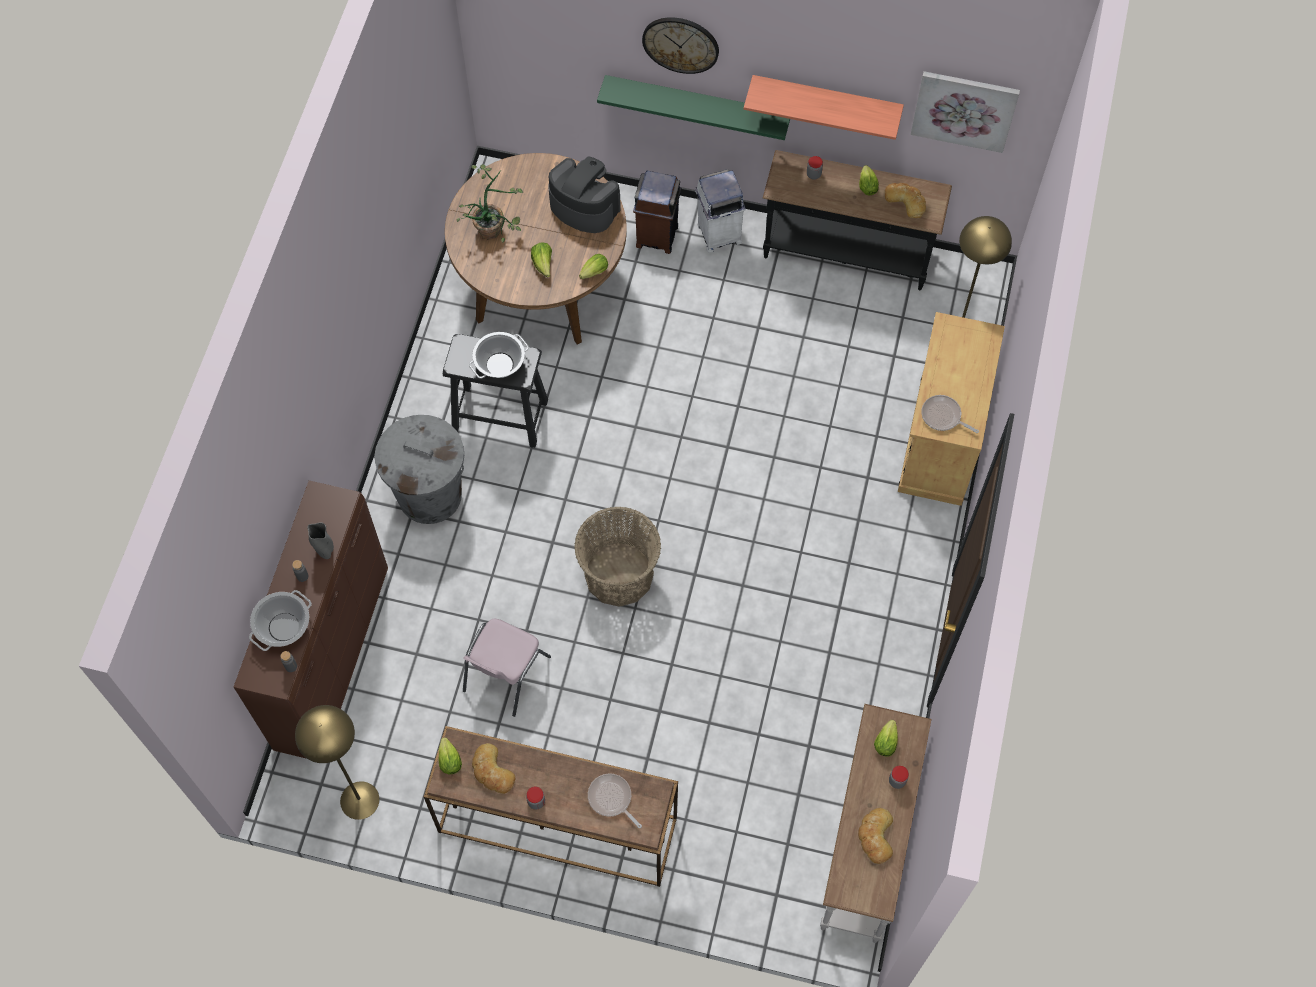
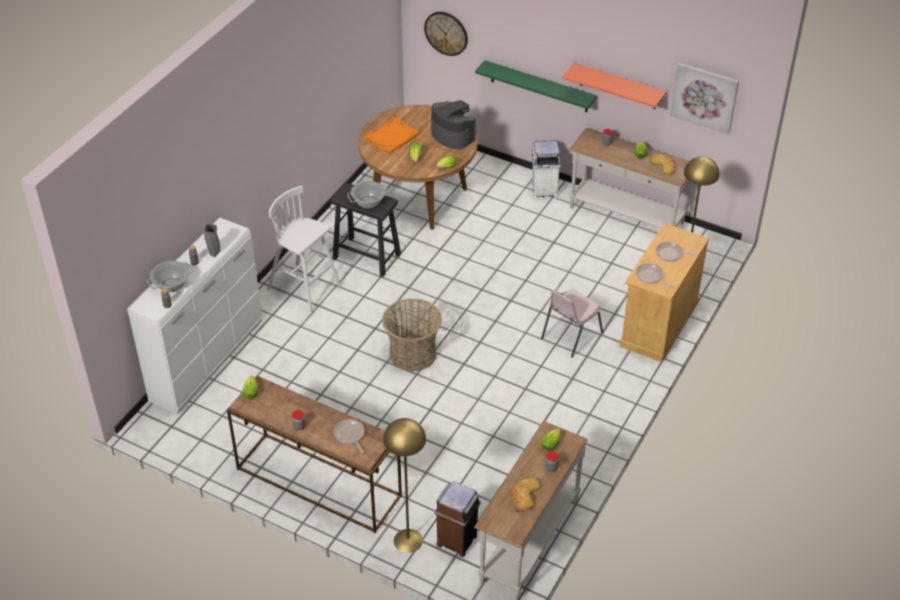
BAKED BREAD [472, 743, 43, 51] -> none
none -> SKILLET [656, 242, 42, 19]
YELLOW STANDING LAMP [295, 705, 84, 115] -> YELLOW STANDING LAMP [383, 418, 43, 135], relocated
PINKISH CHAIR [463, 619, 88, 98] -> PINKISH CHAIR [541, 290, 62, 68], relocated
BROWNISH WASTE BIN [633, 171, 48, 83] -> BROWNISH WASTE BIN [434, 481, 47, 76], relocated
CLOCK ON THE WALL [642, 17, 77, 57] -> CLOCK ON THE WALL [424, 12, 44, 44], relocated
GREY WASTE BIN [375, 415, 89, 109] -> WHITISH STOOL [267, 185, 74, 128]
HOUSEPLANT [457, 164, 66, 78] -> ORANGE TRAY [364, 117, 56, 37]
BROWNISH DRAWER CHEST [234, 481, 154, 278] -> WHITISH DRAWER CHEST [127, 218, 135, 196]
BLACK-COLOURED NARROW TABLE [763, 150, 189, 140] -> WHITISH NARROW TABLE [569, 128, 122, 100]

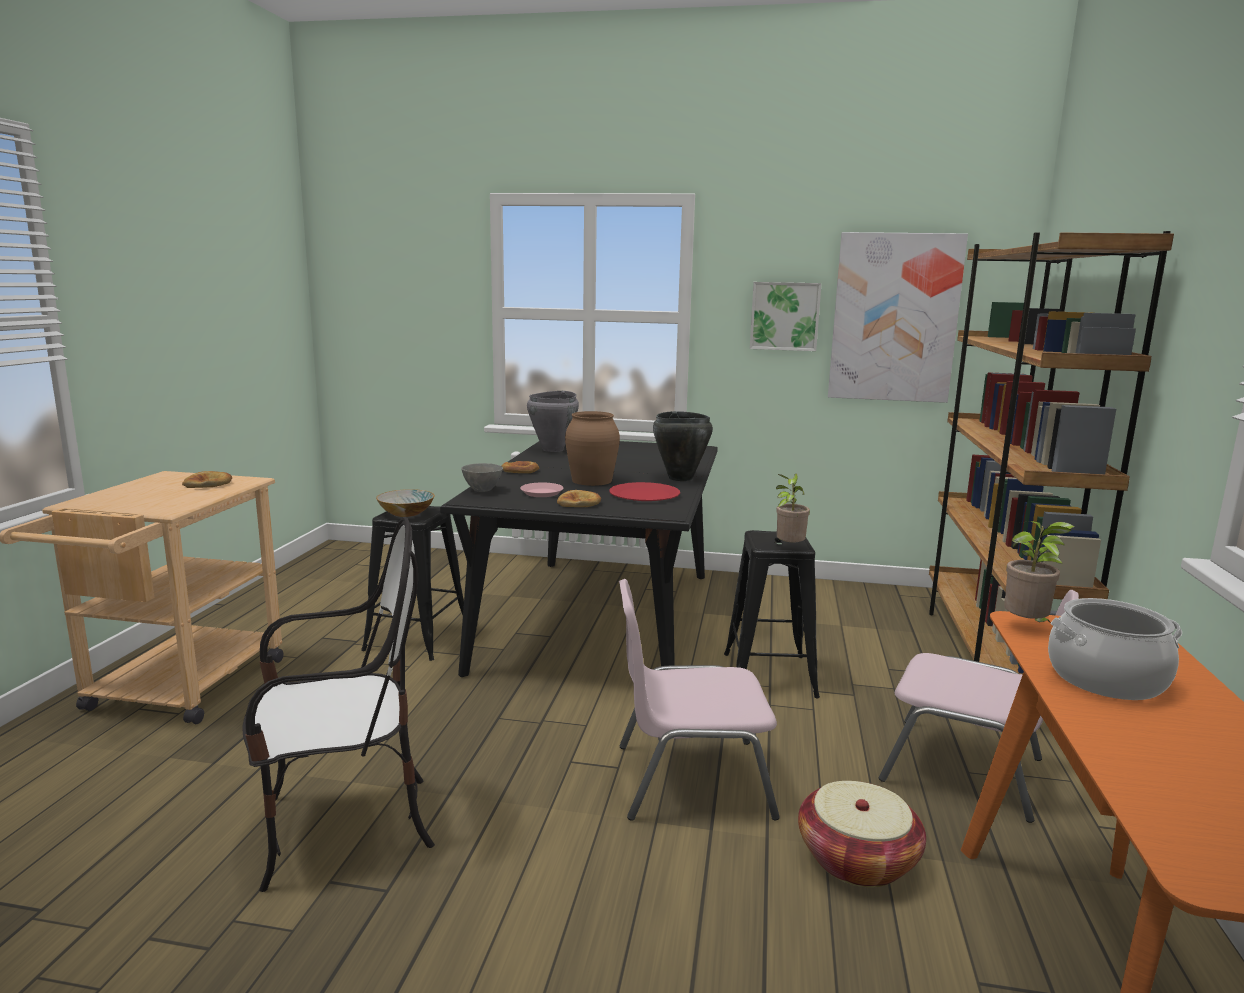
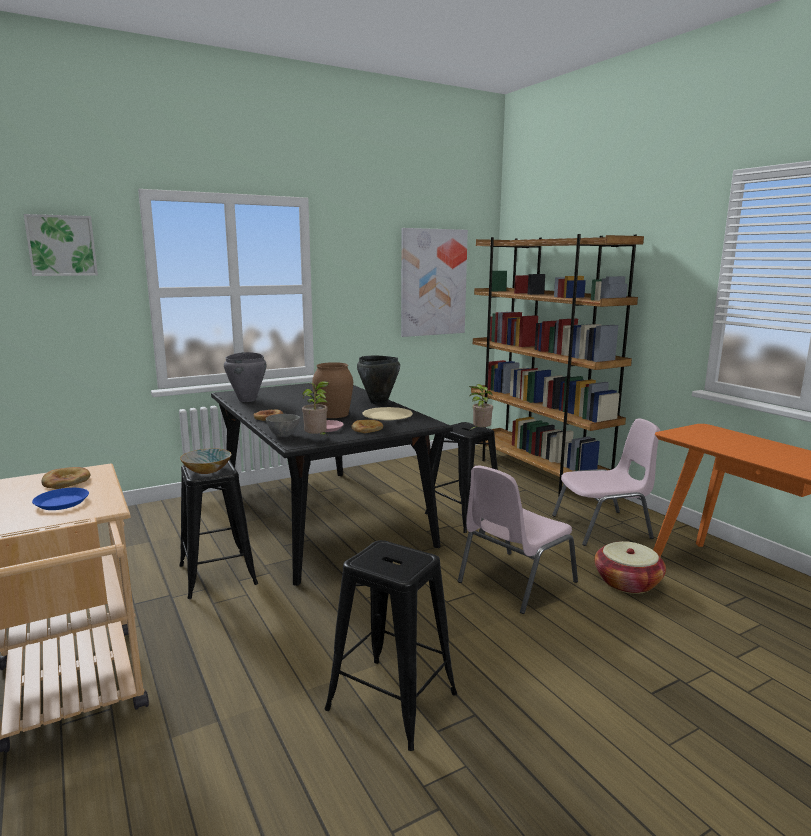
STOCKPOT [1048, 598, 134, 102] -> none
none -> BLUISH PLATE [32, 488, 57, 22]
WALL ART [750, 282, 72, 69] -> WALL ART [24, 214, 74, 62], relocated
HOUSEPLANT [1004, 521, 70, 102] -> HOUSEPLANT [302, 381, 27, 54], relocated
CHAIR [242, 517, 193, 375] -> BLACK-COLOURED STOOL [324, 540, 133, 211]
RED PLATE [609, 482, 71, 19] -> BEIGE PLATE [363, 407, 50, 13]

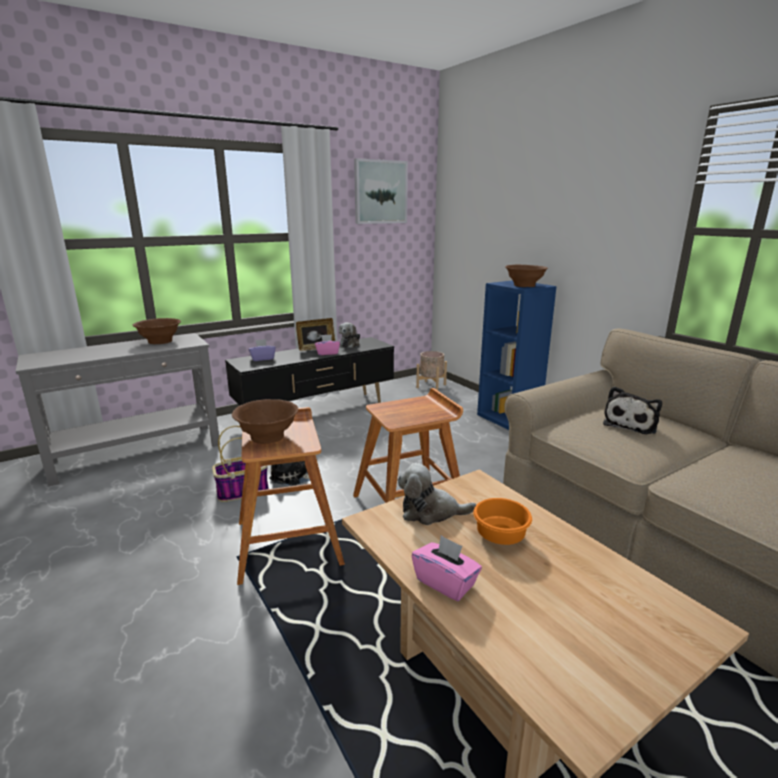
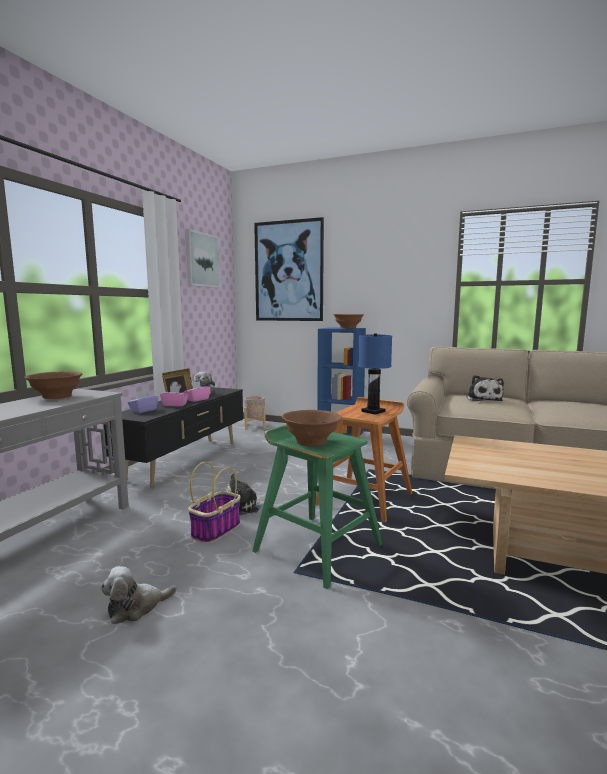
ORANGE BOWL [473, 498, 59, 47] -> none
none -> WALL ART [254, 217, 70, 104]
none -> BLUISH TABLE LAMP [358, 333, 34, 82]
PLUSH TOY [398, 463, 79, 62] -> PLUSH TOY [101, 566, 76, 58], relocated
PINKISH BOX OF TISSUES [412, 535, 70, 66] -> PINKISH BOX OF TISSUES [160, 386, 28, 21], relocated
BROWNISH STOOL [237, 407, 108, 178] -> GREEN STOOL [252, 425, 130, 164]

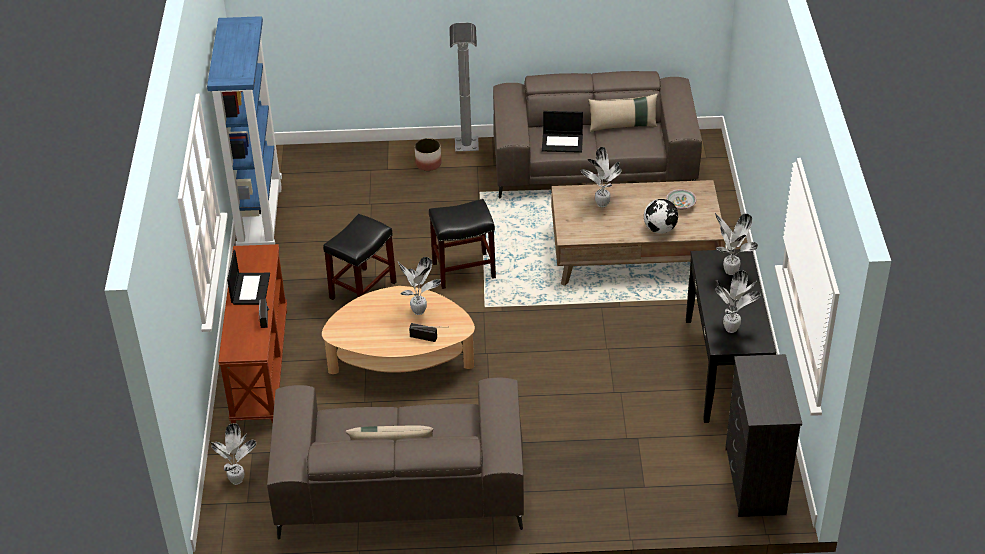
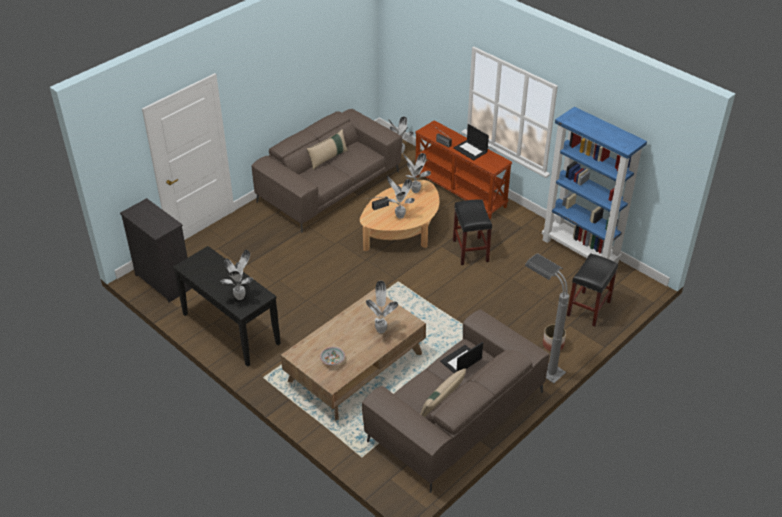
WORLD GLOBE [644, 199, 34, 35] -> none
BLACK-COLOURED STOOL [429, 199, 67, 90] -> BLACK-COLOURED STOOL [567, 253, 51, 74], relocated
HOUSEPLANT [715, 270, 45, 63] -> HOUSEPLANT [403, 153, 28, 40], relocated

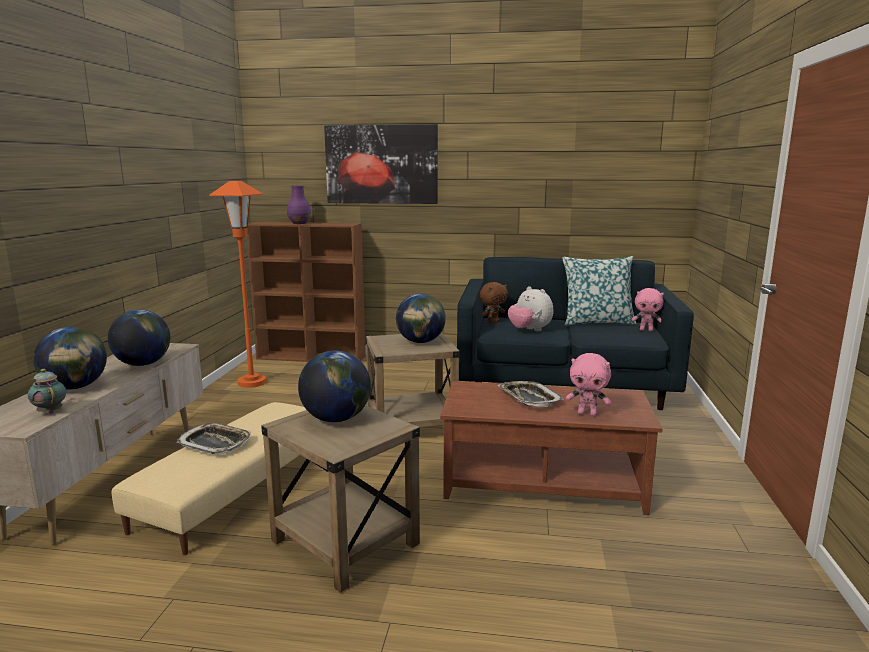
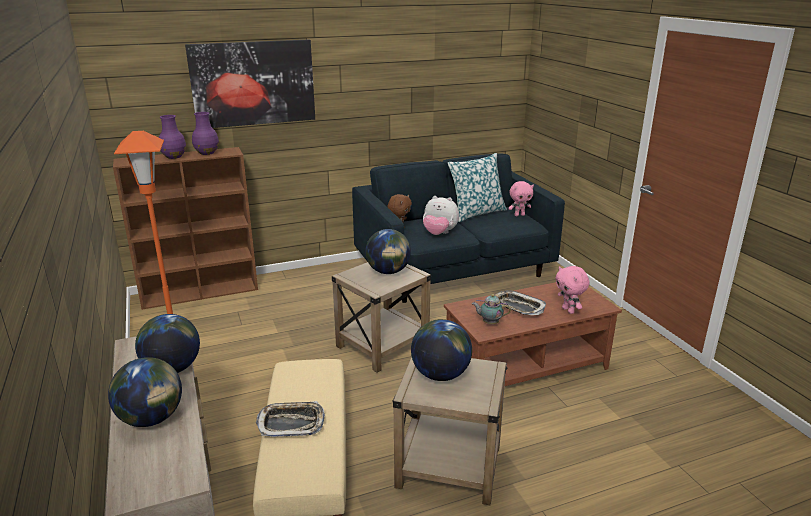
none -> PURPLE-COLOURED VASE [192, 112, 27, 43]
POT FOR TEA [28, 369, 38, 45] -> POT FOR TEA [472, 294, 39, 30], relocated
PINKISH PLUSH TOY [566, 353, 45, 63] -> PINKISH PLUSH TOY [555, 266, 34, 48], 75 degrees clockwise

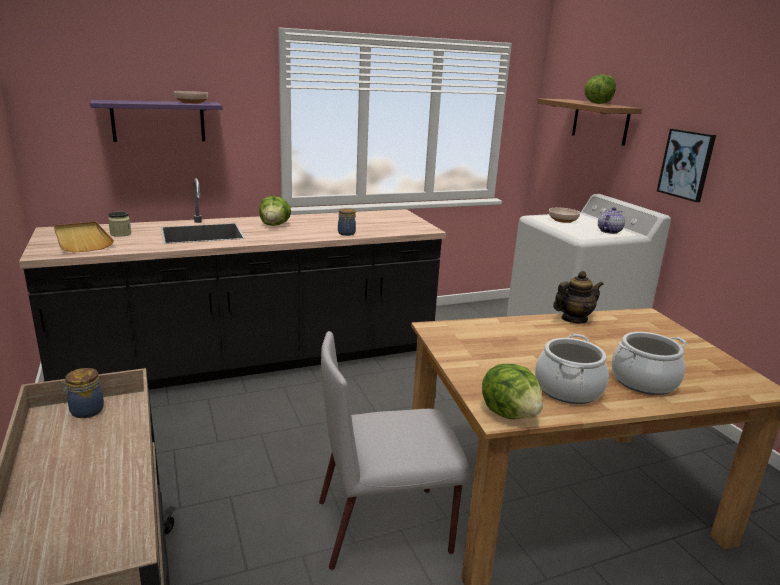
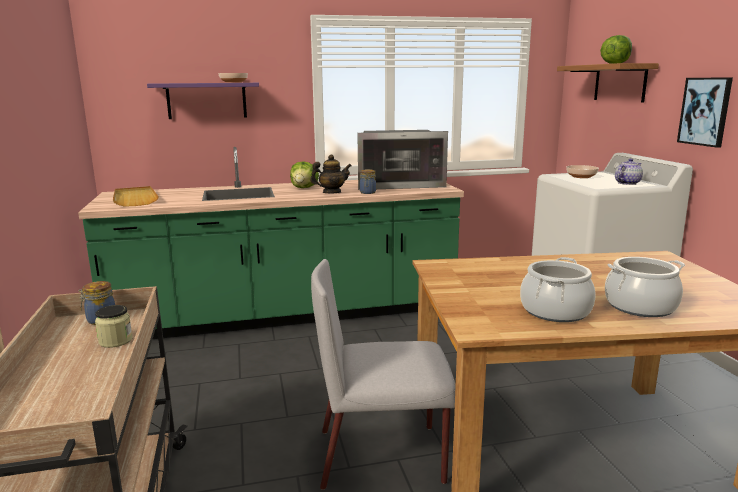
HEAD OF LETTUCE [482, 364, 61, 55] -> none
none -> KITCHEN MICROWAVE [357, 130, 91, 60]
JAR [108, 211, 24, 26] -> JAR [95, 305, 38, 43], relocated
POT FOR TEA [553, 271, 51, 53] -> POT FOR TEA [310, 154, 41, 39], relocated
BLACK-COLOURED KITCHEN BASE UNIT [19, 178, 427, 212] -> GREEN KITCHEN BASE UNIT [78, 147, 386, 192]

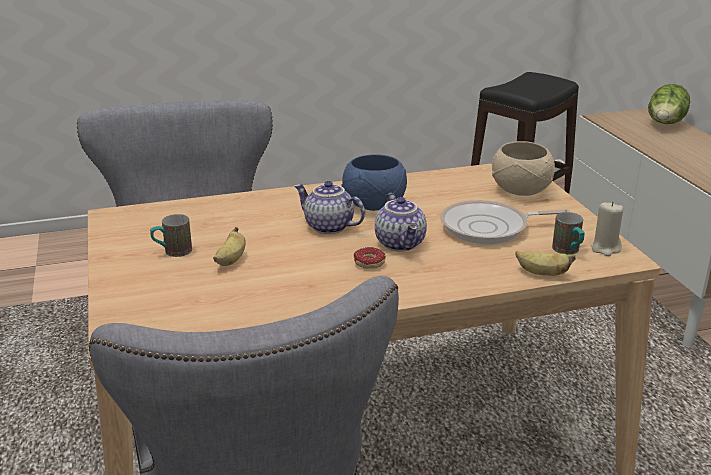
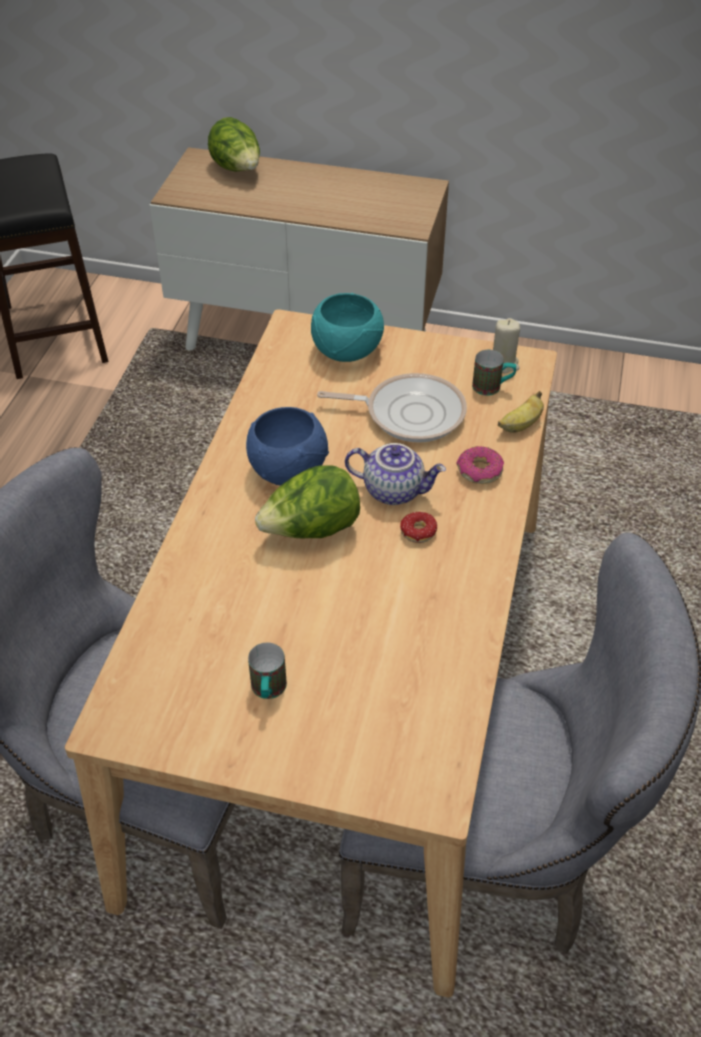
BANANA FRUIT [213, 227, 32, 39] -> none
none -> RING DOUGHNUT [456, 446, 48, 38]
POT FOR TEA [294, 181, 71, 53] -> HEAD OF LETTUCE [255, 465, 105, 73]
BEIGE BOWL [492, 141, 63, 55] -> TURQUOISE BOWL [311, 293, 73, 69]
SKILLET [440, 200, 130, 44] -> SKILLET [317, 373, 150, 69], 105 degrees counterclockwise

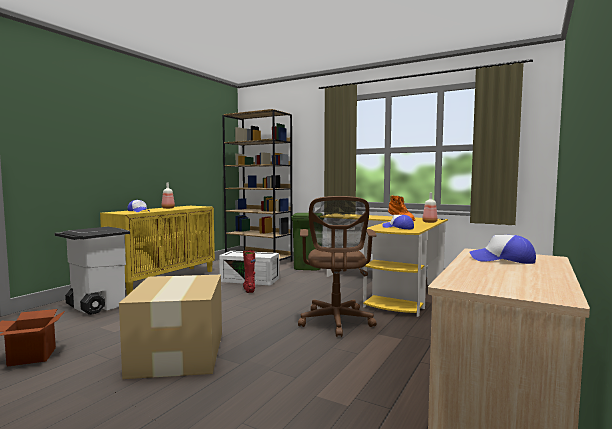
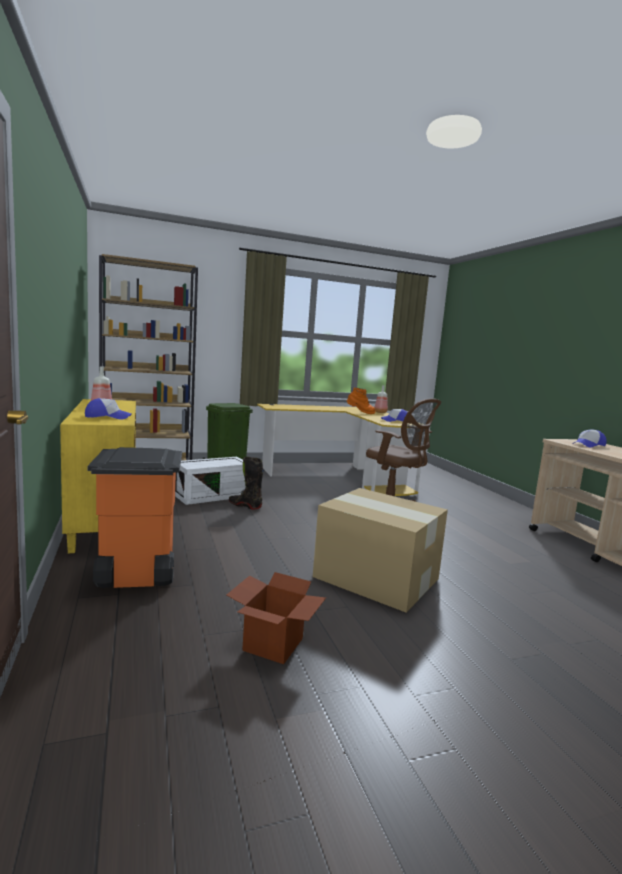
WHITISH WASTE BIN [54, 227, 76, 88] -> ORANGE WASTE BIN [88, 447, 94, 141]
RED HIGH-TOP BOOT [243, 250, 13, 43] -> BLACK-COLOURED HIGH-TOP BOOT [229, 457, 35, 52]

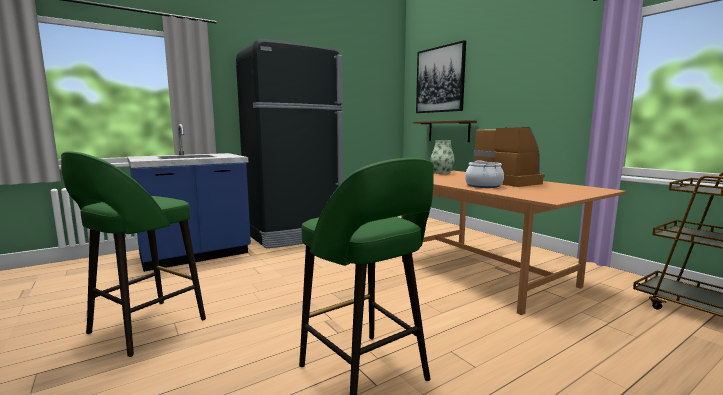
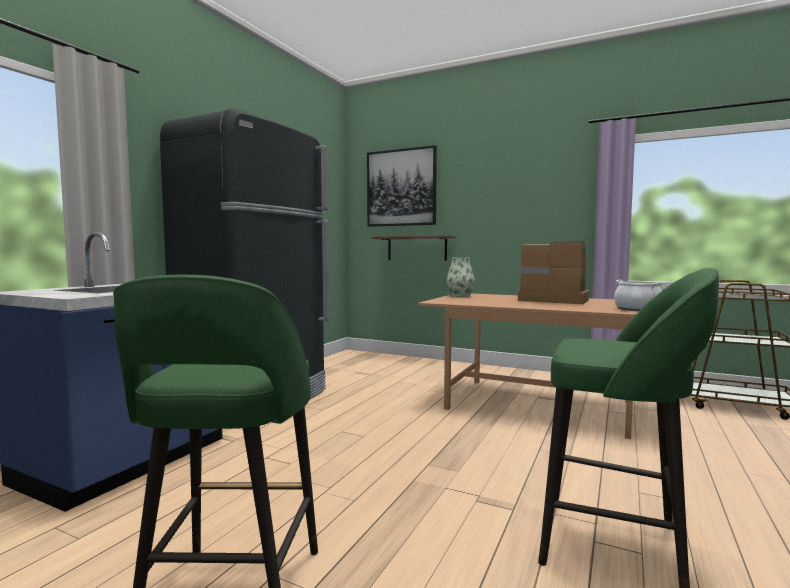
STOCKPOT [465, 160, 39, 28] -> STOCKPOT [614, 280, 51, 31], relocated

